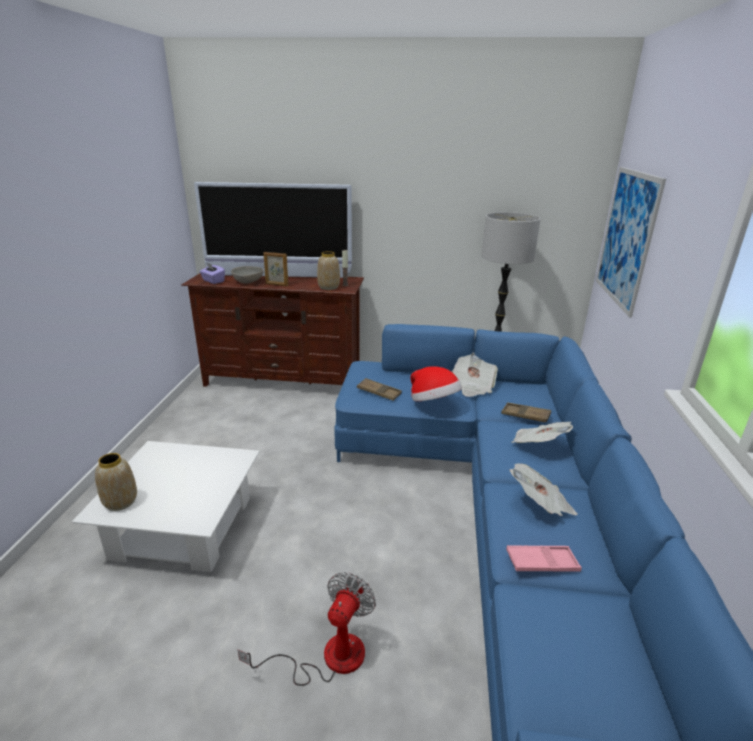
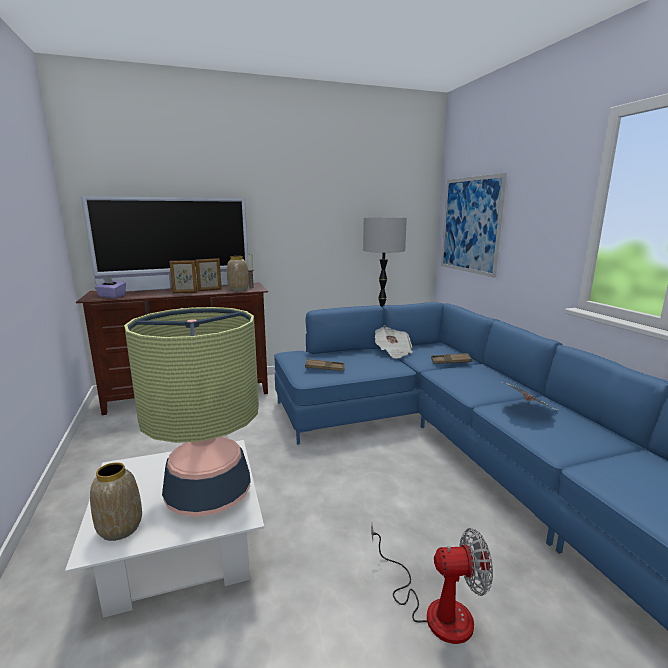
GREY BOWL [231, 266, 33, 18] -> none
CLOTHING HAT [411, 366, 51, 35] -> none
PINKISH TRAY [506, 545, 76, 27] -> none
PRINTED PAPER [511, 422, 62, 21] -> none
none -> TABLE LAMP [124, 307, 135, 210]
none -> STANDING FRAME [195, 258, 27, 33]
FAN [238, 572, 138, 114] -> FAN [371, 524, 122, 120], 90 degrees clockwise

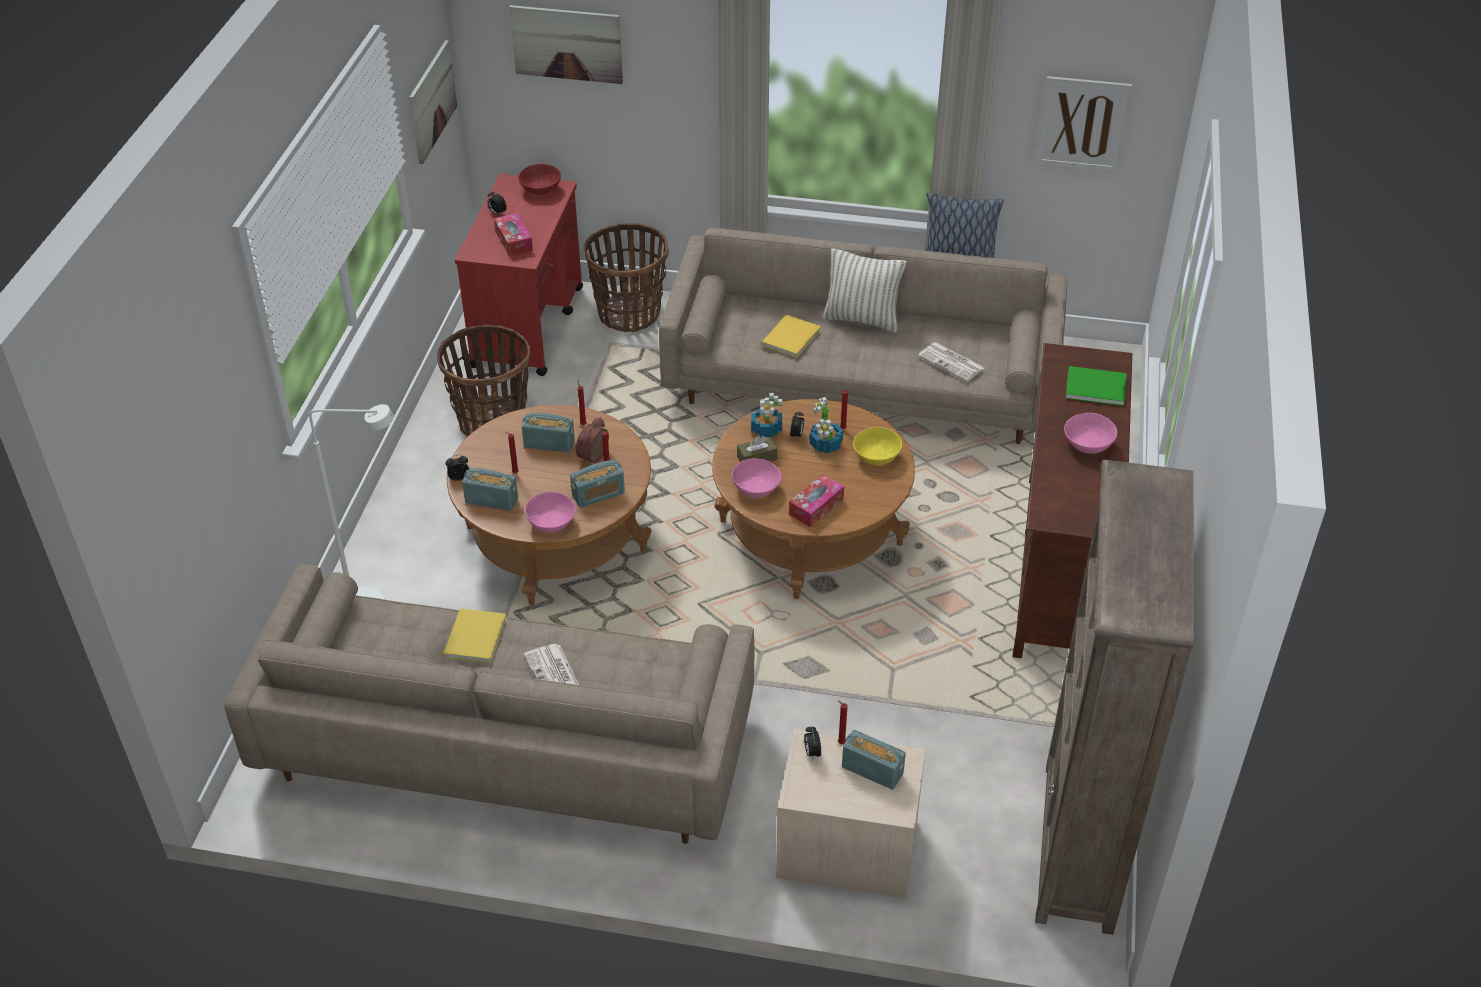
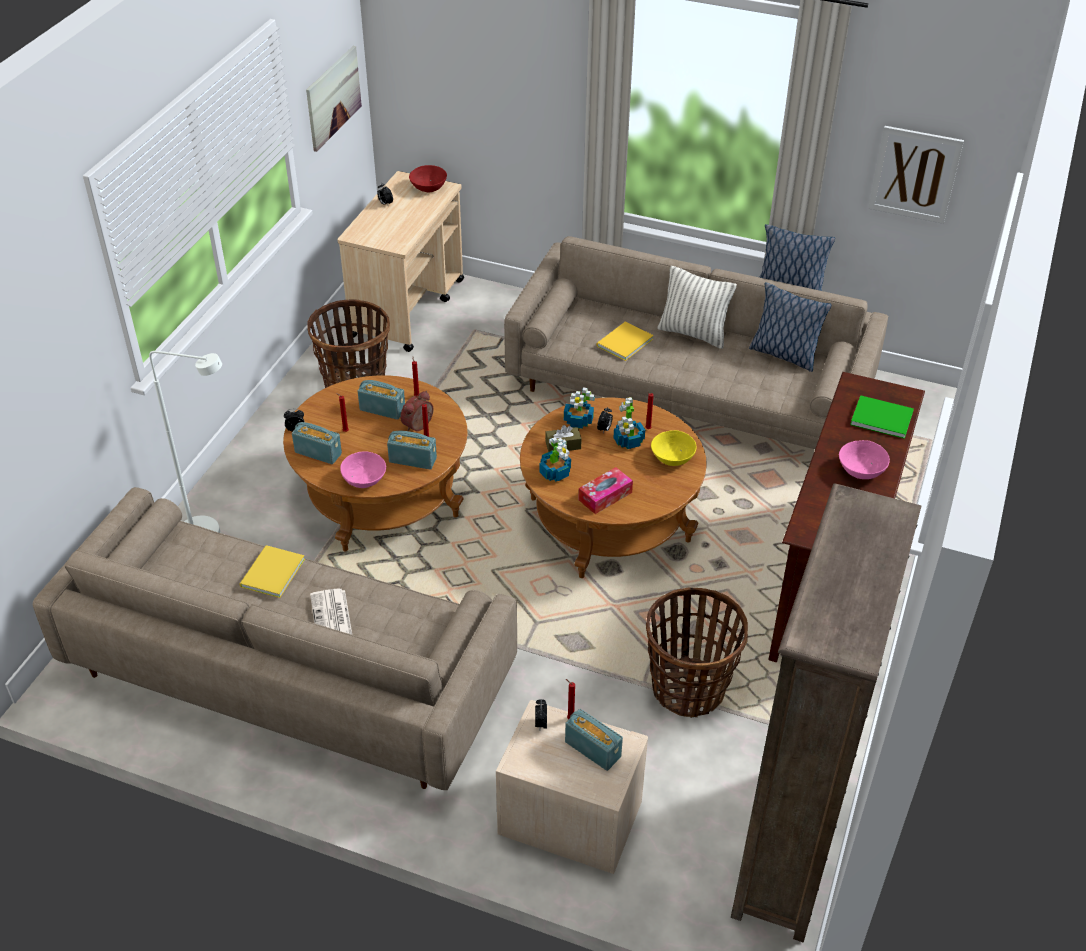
BOX OF TISSUES [494, 213, 39, 44] -> none
WALL ART [509, 5, 114, 79] -> none
PRINTED PAPER [918, 342, 67, 40] -> none
none -> PILLOW [749, 282, 82, 90]
BASKET [584, 223, 85, 109] -> BASKET [646, 587, 102, 131], relocated
PINKISH BOWL [732, 458, 49, 40] -> HOUSEPLANT [540, 437, 31, 44]
RED TROLLEY [455, 174, 128, 202] -> BEIGE TROLLEY [337, 171, 127, 181]
RADIO SET [570, 460, 55, 48] -> RADIO SET [387, 431, 50, 39], 150 degrees counterclockwise

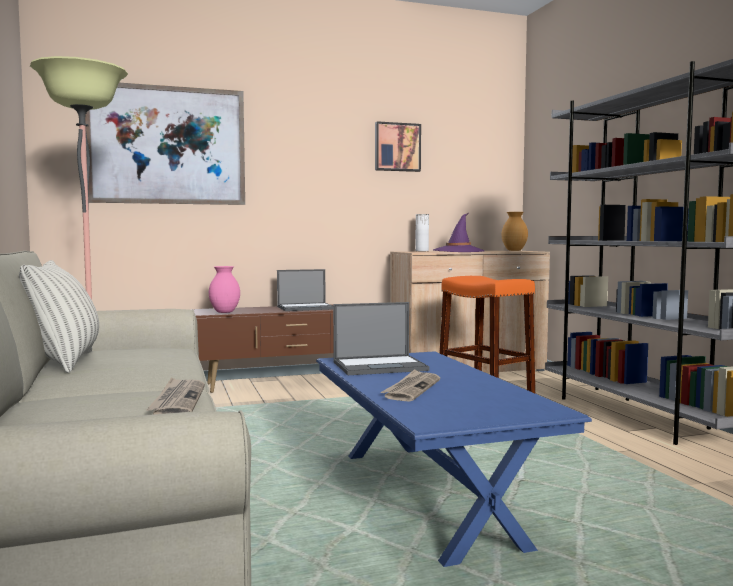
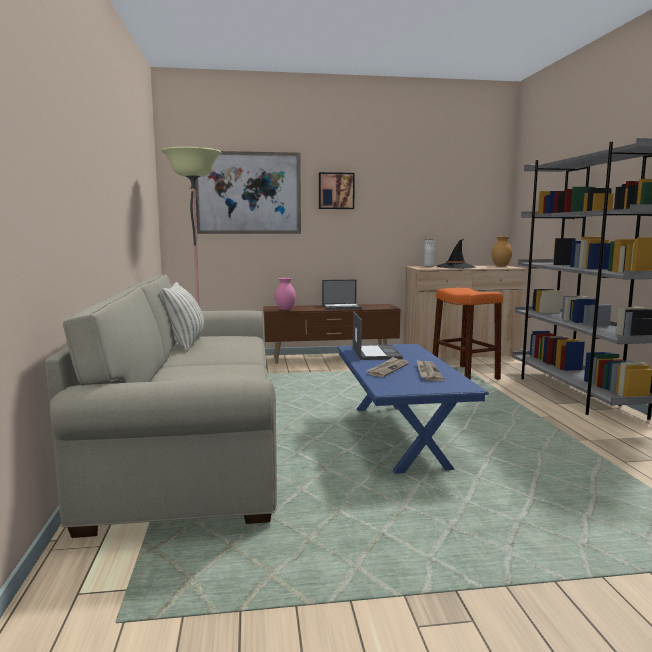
PRINTED PAPER [146, 377, 59, 38] -> PRINTED PAPER [417, 360, 27, 21], relocated
WALL ART [375, 121, 46, 51] -> WALL ART [319, 172, 36, 37], relocated
PURPLE-COLOURED CLOTHING HAT [433, 213, 51, 39] -> BLACK-COLOURED CLOTHING HAT [437, 239, 38, 30]
NOTEBOOK COMPUTER [333, 302, 96, 73] -> NOTEBOOK COMPUTER [353, 311, 50, 49], 90 degrees counterclockwise

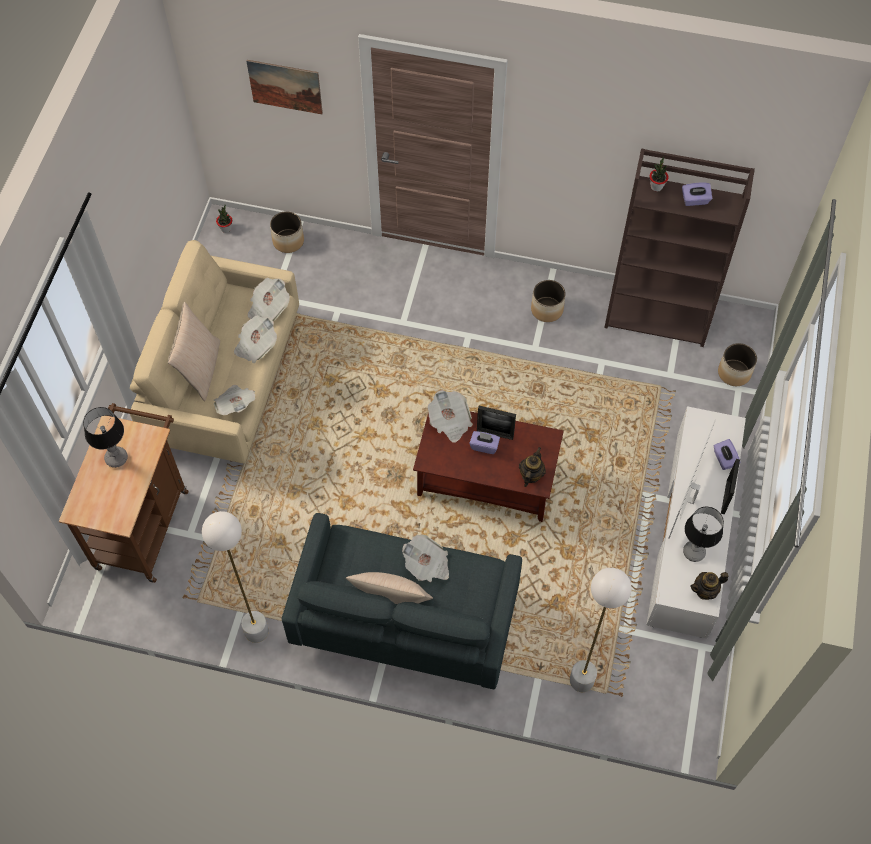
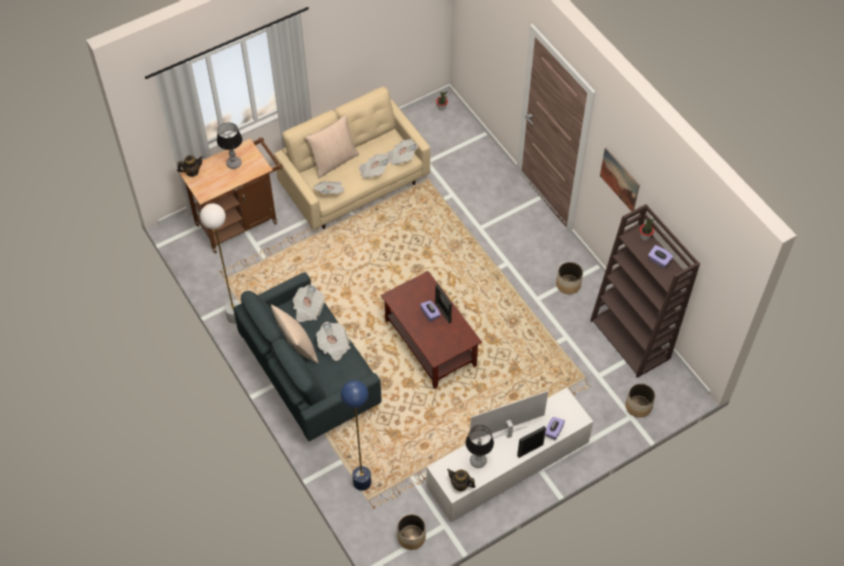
WALL ART [247, 60, 76, 54] -> WALL ART [600, 148, 40, 64], relocated
FLOWER POT [270, 211, 34, 42] -> FLOWER POT [397, 514, 29, 36], relocated
PRINTED PAPER [428, 390, 45, 53] -> PRINTED PAPER [293, 284, 32, 38], relocated
POT FOR TEA [519, 447, 27, 40] -> POT FOR TEA [177, 155, 26, 22], relocated
WHITISH STANDING LAMP [570, 568, 62, 124] -> BLUISH STANDING LAMP [340, 380, 31, 111]

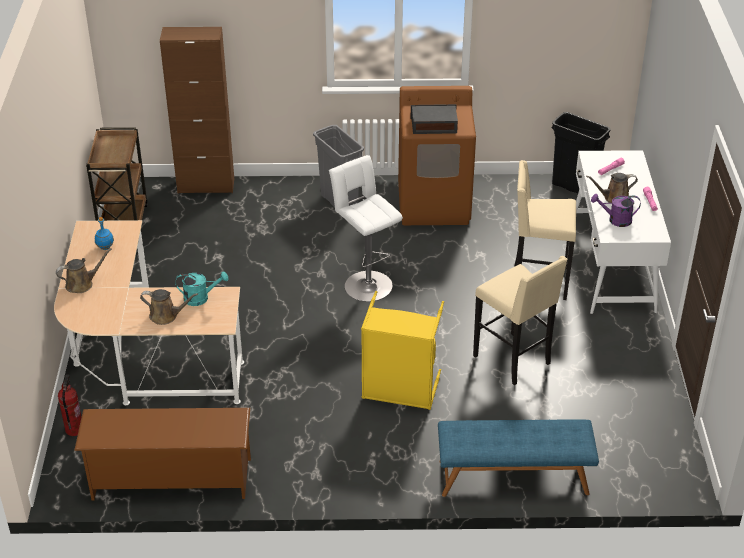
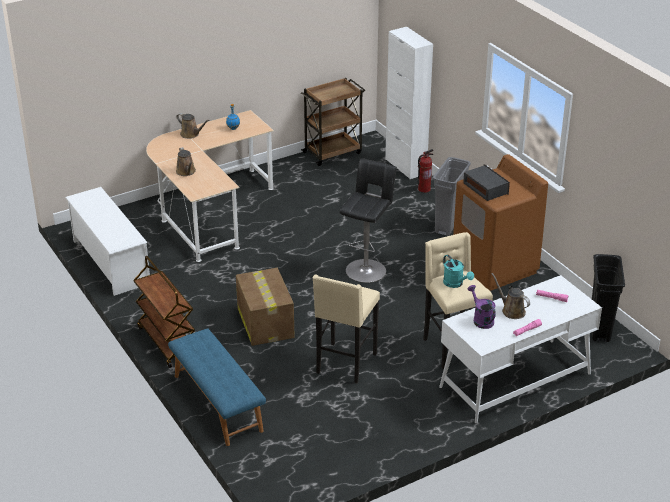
none -> BROWNISH TROLLEY [133, 256, 62, 112]
EXTINGUISHER [58, 375, 24, 61] -> EXTINGUISHER [418, 149, 15, 44], relocated
TURQUOISE WATERING POT [175, 272, 54, 34] -> TURQUOISE WATERING POT [443, 255, 31, 33], relocated
YELLOW LAUNDRY BASKET [361, 291, 83, 119] -> CARDBOARD BOX [236, 268, 59, 78]
BROWNISH SHOE STAND [74, 408, 177, 92] -> WHITISH SHOE STAND [65, 187, 85, 109]
BROWNISH CABINET [160, 27, 74, 167] -> WHITISH CABINET [385, 27, 48, 152]
WHITISH STOOL [329, 155, 74, 147] -> BLACK-COLOURED STOOL [340, 158, 57, 125]

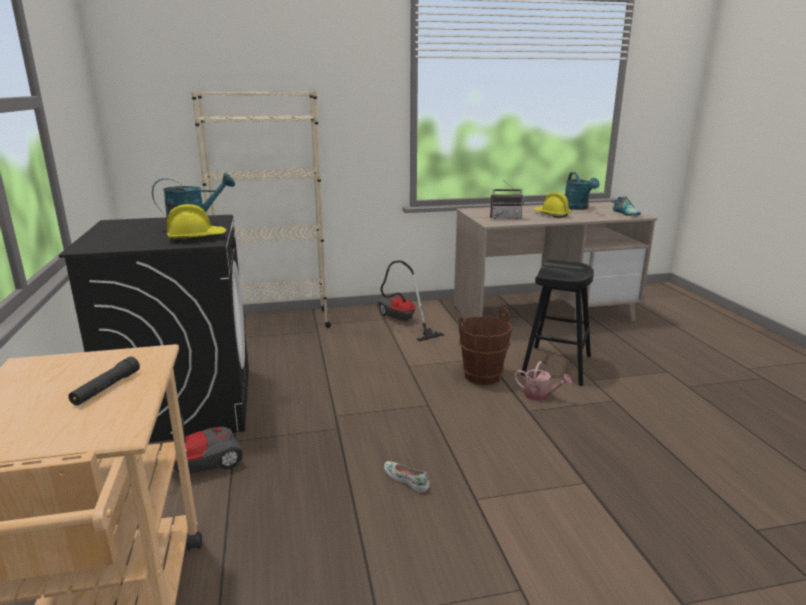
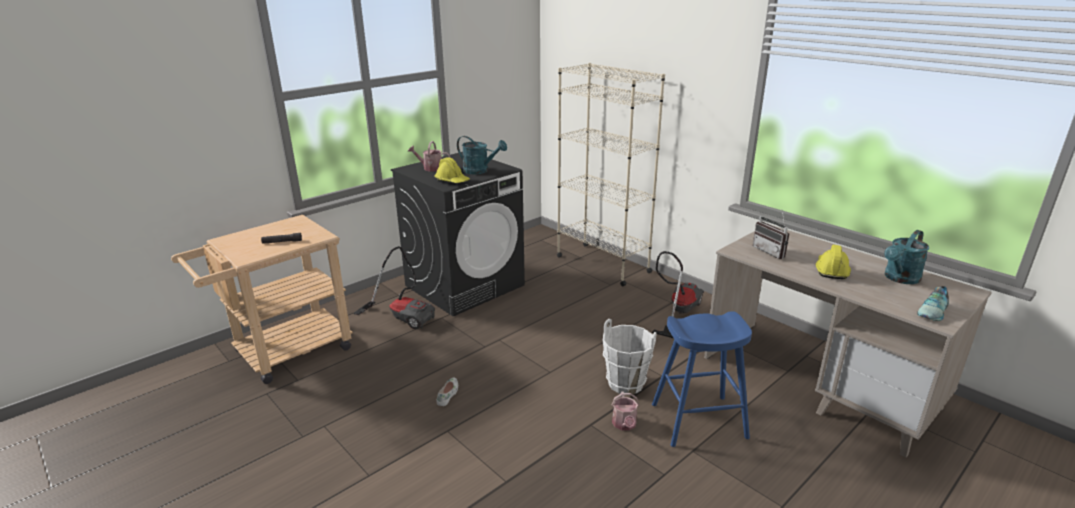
none -> WATERING POT [408, 141, 42, 31]
BROWNISH BUCKET [459, 308, 54, 77] -> WHITISH BUCKET [603, 319, 54, 75]
BLACK-COLOURED STOOL [521, 260, 73, 126] -> BLUISH STOOL [652, 311, 100, 136]

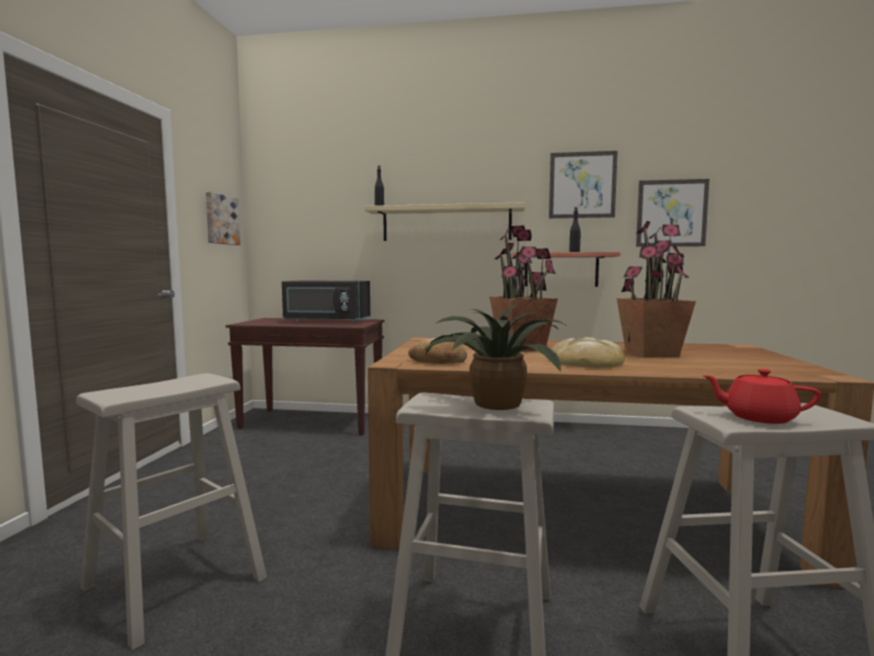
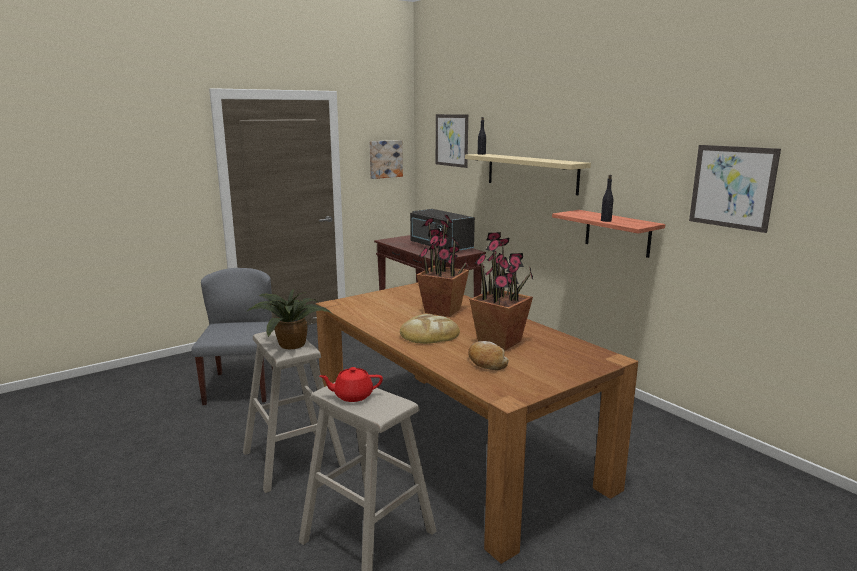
BAKED BREAD [408, 338, 59, 26] -> BAKED BREAD [468, 341, 41, 29], relocated
WALL ART [549, 151, 69, 67] -> WALL ART [436, 114, 32, 54], relocated
BEIGE STOOL [76, 373, 191, 277] -> GREY CHAIR [191, 268, 82, 137]
RED POT FOR TEA [702, 369, 119, 55] -> RED POT FOR TEA [319, 367, 64, 35], 75 degrees counterclockwise

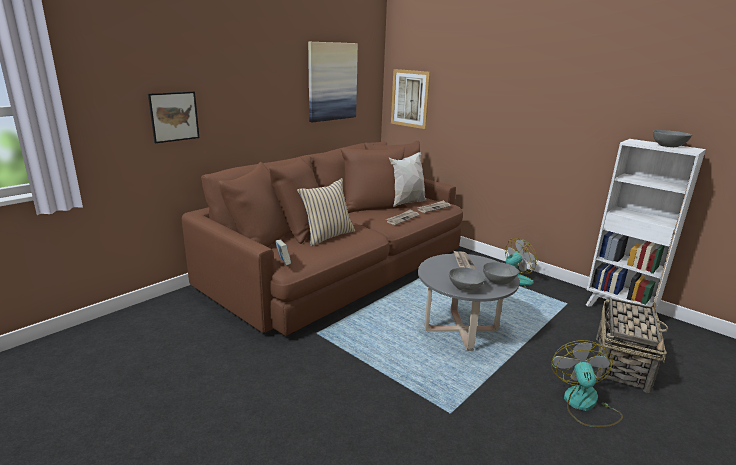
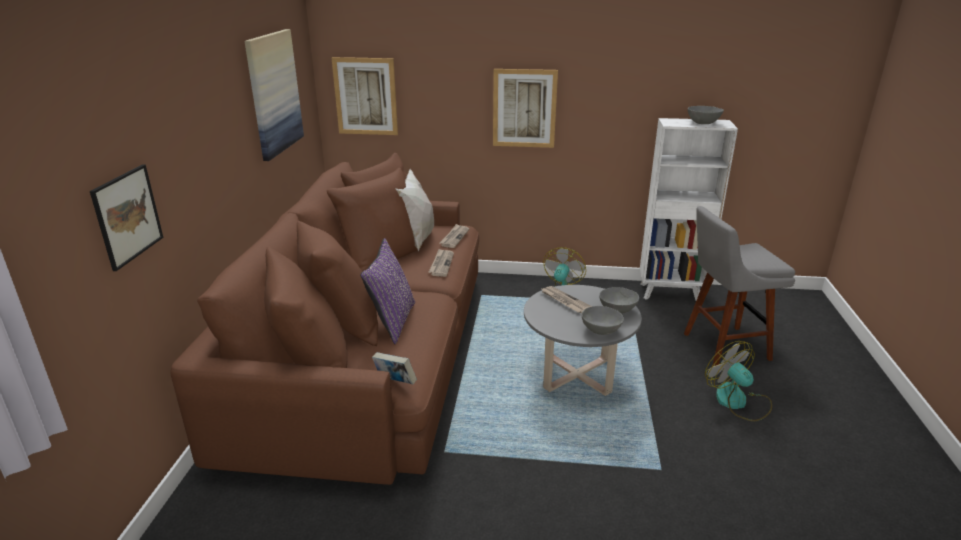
none -> WALL ART [493, 69, 65, 79]
BASKET [596, 298, 72, 95] -> GREY STOOL [684, 206, 111, 160]
BEIGE PILLOW [297, 178, 58, 68] -> PURPLE-COLOURED PILLOW [360, 238, 55, 106]

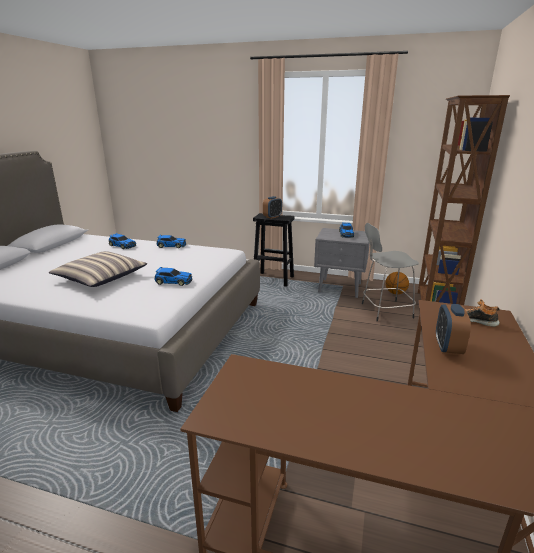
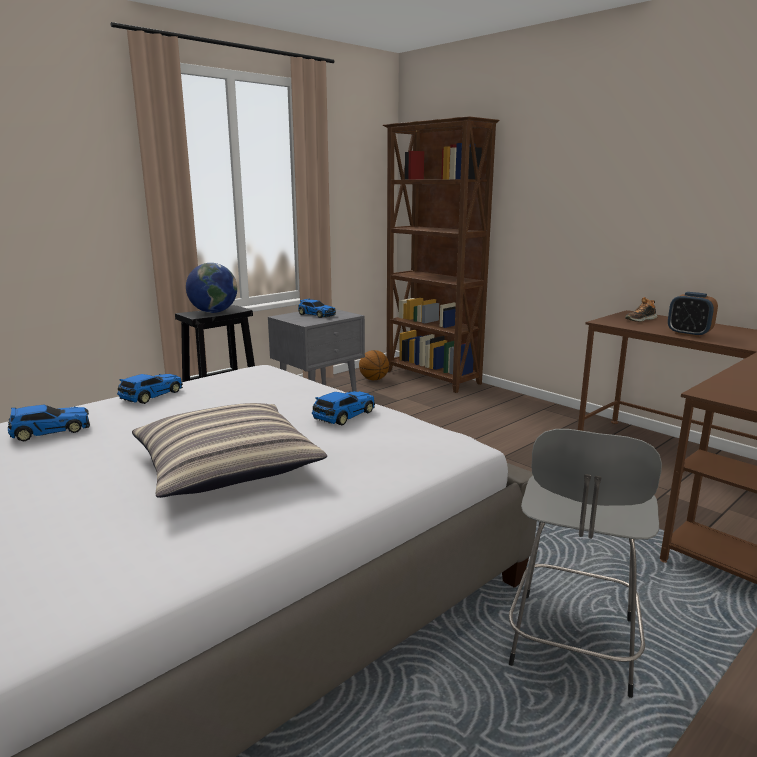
GREY STOOL [362, 223, 57, 98] -> GREY STOOL [509, 429, 153, 269], relocated
ALARM CLOCK [263, 196, 19, 23] -> WORLD GLOBE [186, 263, 51, 50]

